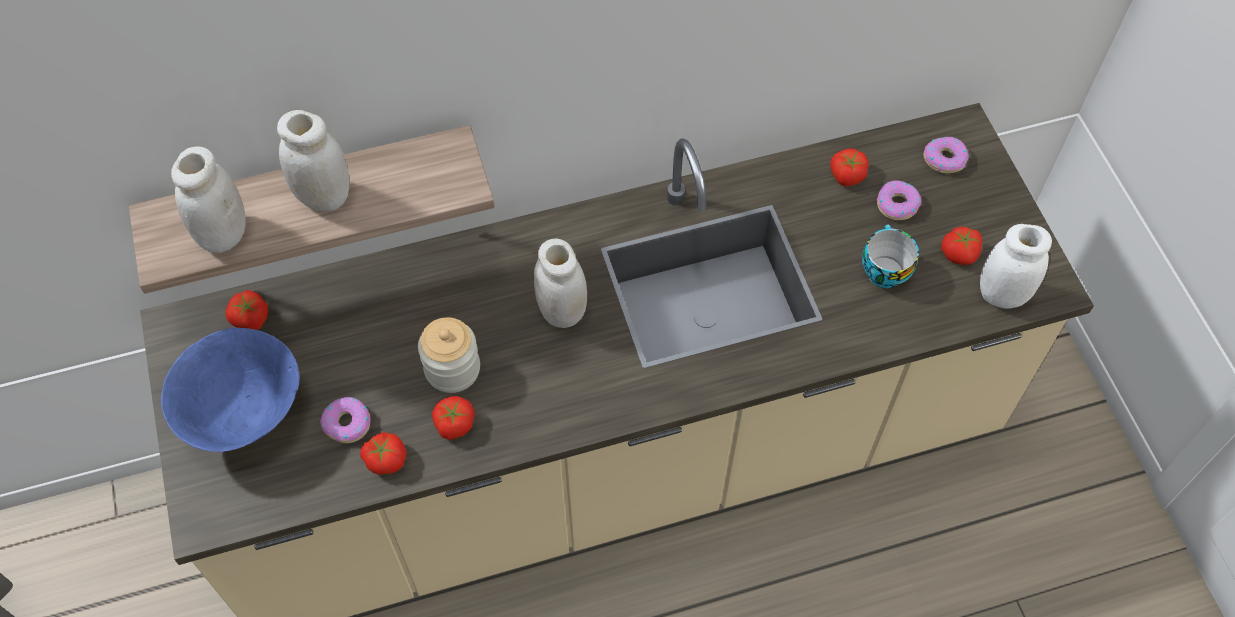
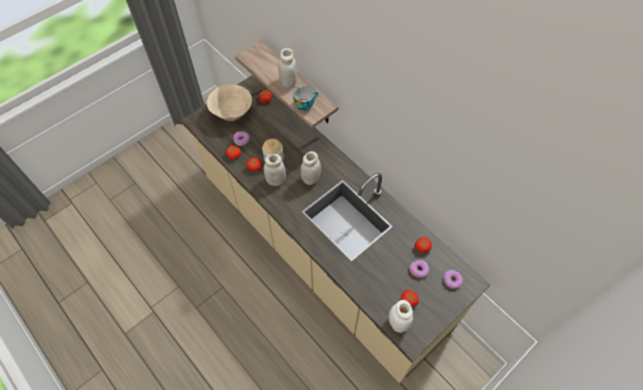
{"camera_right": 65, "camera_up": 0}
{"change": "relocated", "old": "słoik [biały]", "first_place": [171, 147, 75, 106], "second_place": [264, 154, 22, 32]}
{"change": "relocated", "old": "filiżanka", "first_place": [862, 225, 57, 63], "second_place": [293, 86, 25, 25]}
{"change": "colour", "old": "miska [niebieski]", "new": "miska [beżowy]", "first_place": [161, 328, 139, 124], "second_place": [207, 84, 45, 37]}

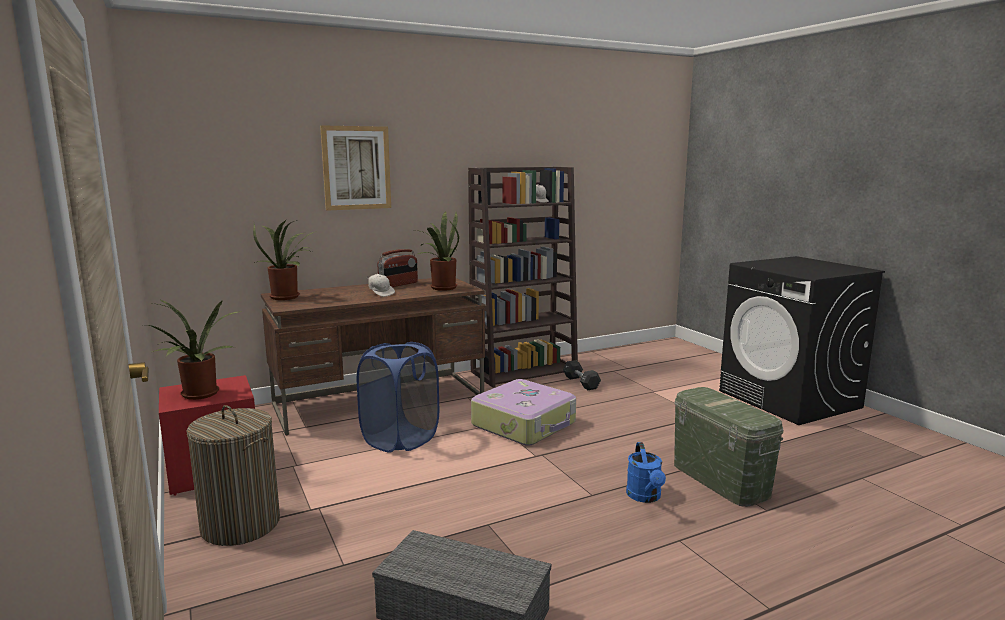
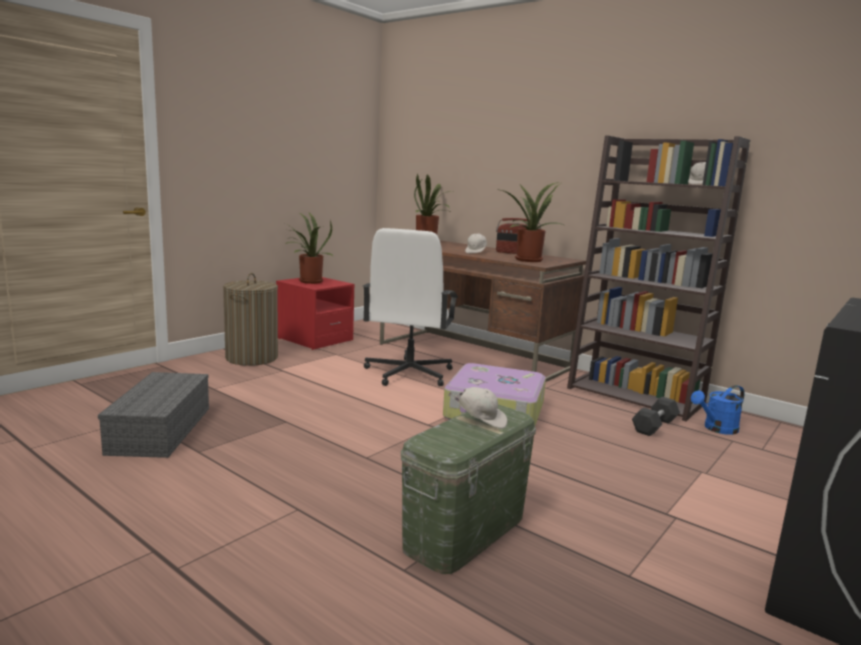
{"camera_right": 65, "camera_up": 0}
{"change": "missing", "old": "obraz", "first_place": [320, 125, 71, 86]}
{"change": "appeared", "new": "czapka z daszkiem [biały]", "second_place": [448, 387, 59, 42]}
{"change": "relocated", "old": "konewka [niebieski]", "first_place": [626, 442, 40, 61], "second_place": [691, 385, 53, 50]}
{"change": "exchanged", "old": "kosz na pranie [niebieski]", "new": "krzesło biurowe [biały]", "first_place": [357, 342, 82, 111], "second_place": [363, 228, 95, 158]}

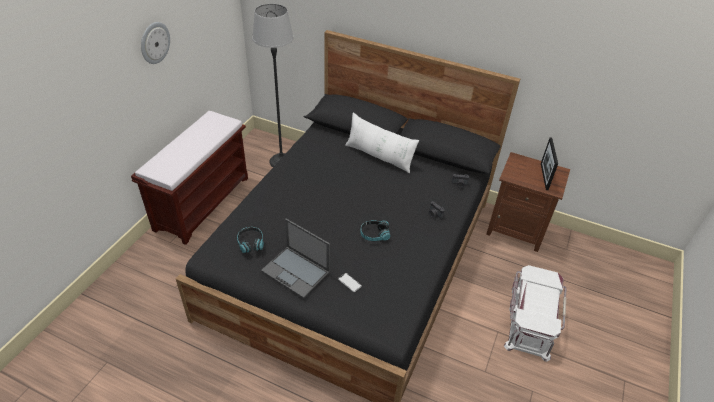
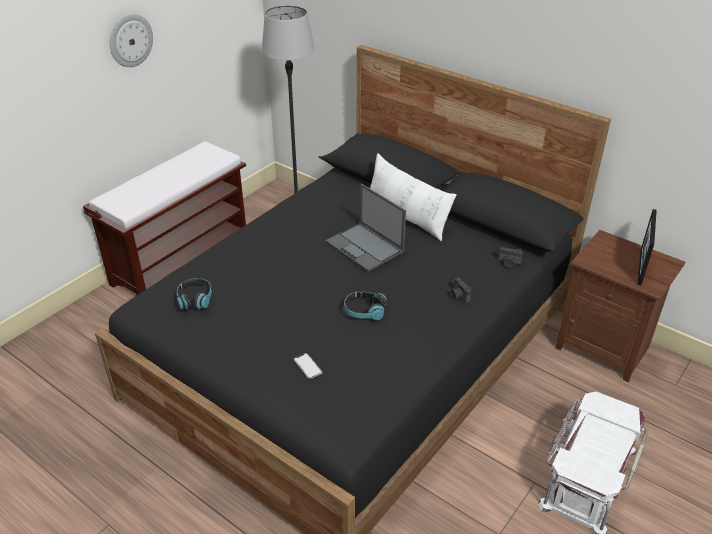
{"camera_right": 15, "camera_up": -5}
{"change": "relocated", "old": "laptop", "first_place": [261, 219, 69, 79], "second_place": [326, 183, 80, 89]}

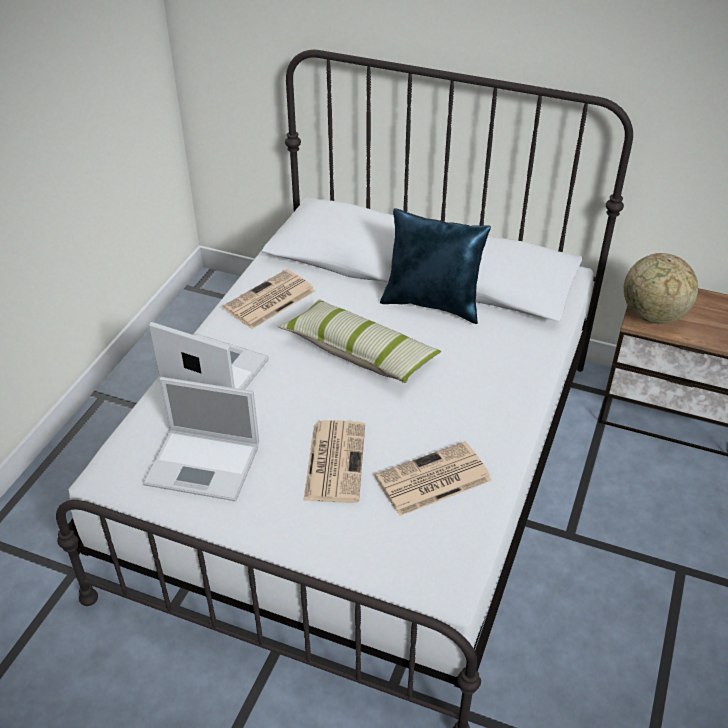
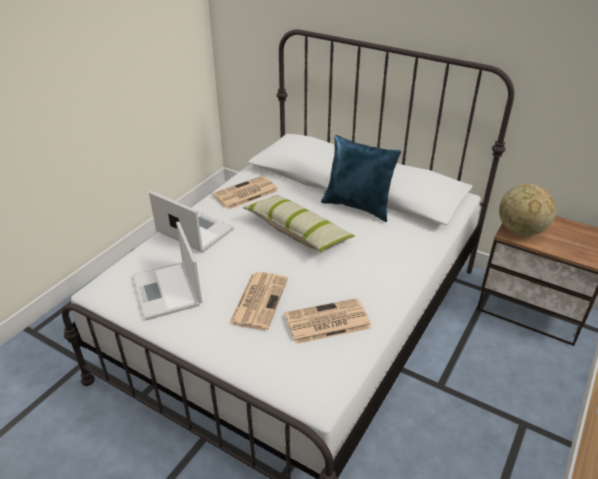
{"camera_right": 10, "camera_up": -5}
{"change": "spun", "old": "laptop", "first_place": [143, 377, 116, 124], "second_place": [133, 222, 69, 98], "degrees": 45}

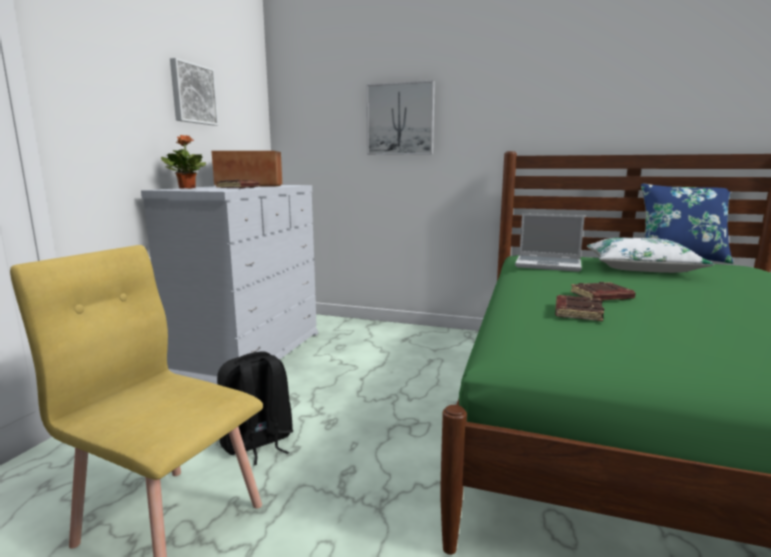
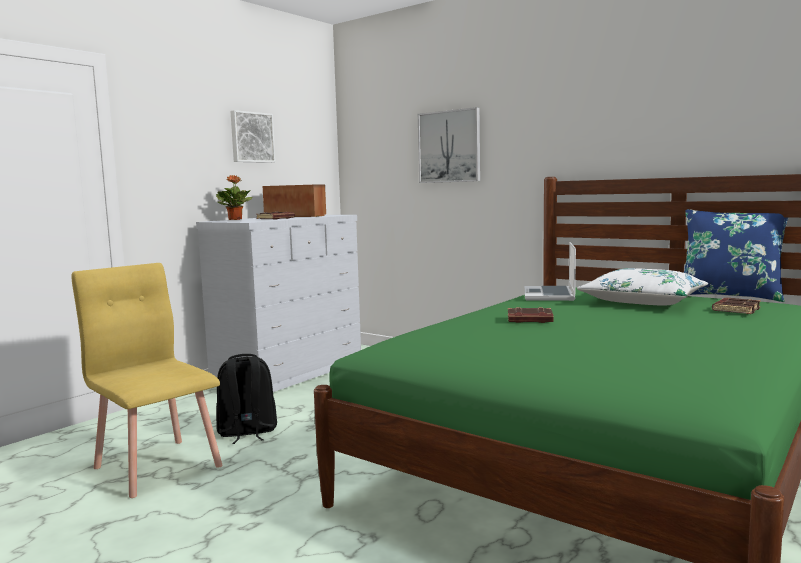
{"camera_right": 20, "camera_up": -5}
{"change": "relocated", "old": "książka [brązowy]", "first_place": [555, 295, 49, 26], "second_place": [712, 298, 49, 16]}
{"change": "spun", "old": "laptop", "first_place": [515, 213, 70, 59], "second_place": [525, 242, 51, 59], "degrees": 60}

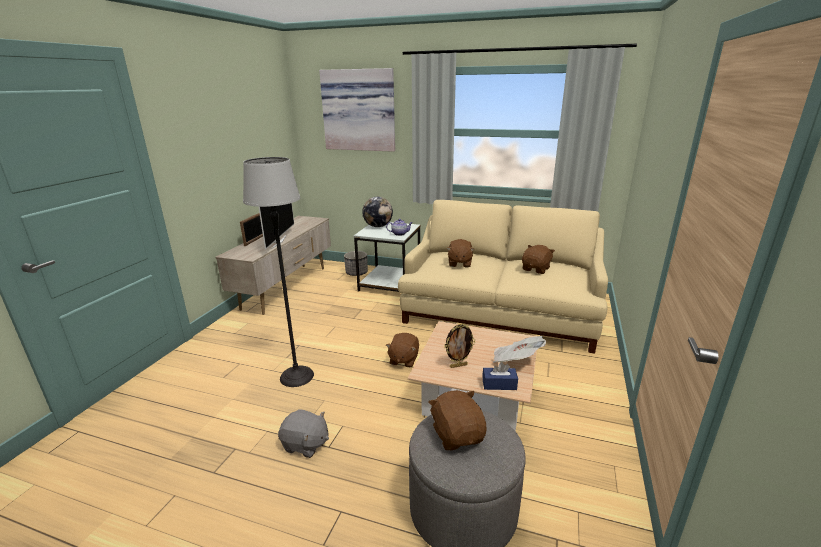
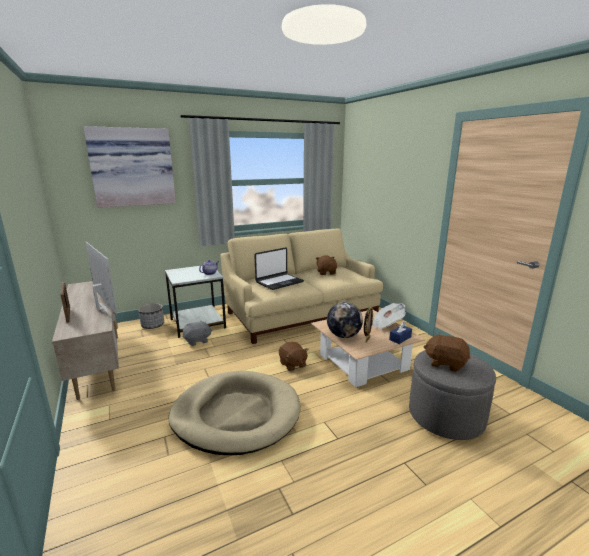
{"camera_right": -45, "camera_up": -5}
{"change": "relocated", "old": "pluszak [szary]", "first_place": [278, 409, 51, 49], "second_place": [182, 321, 30, 25]}
{"change": "relocated", "old": "globus", "first_place": [362, 197, 31, 30], "second_place": [327, 302, 36, 36]}
{"change": "exchanged", "old": "lampa stojąca", "new": "legowisko [beżowy]", "first_place": [243, 157, 71, 230], "second_place": [168, 371, 132, 84]}
{"change": "exchanged", "old": "pluszak [brązowy]", "new": "laptop", "first_place": [447, 239, 27, 29], "second_place": [254, 247, 50, 43]}

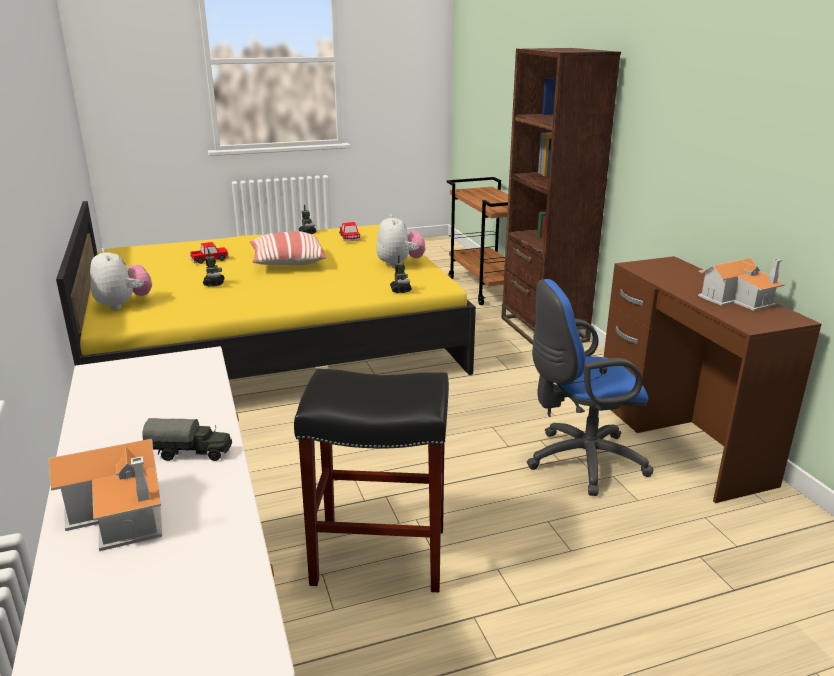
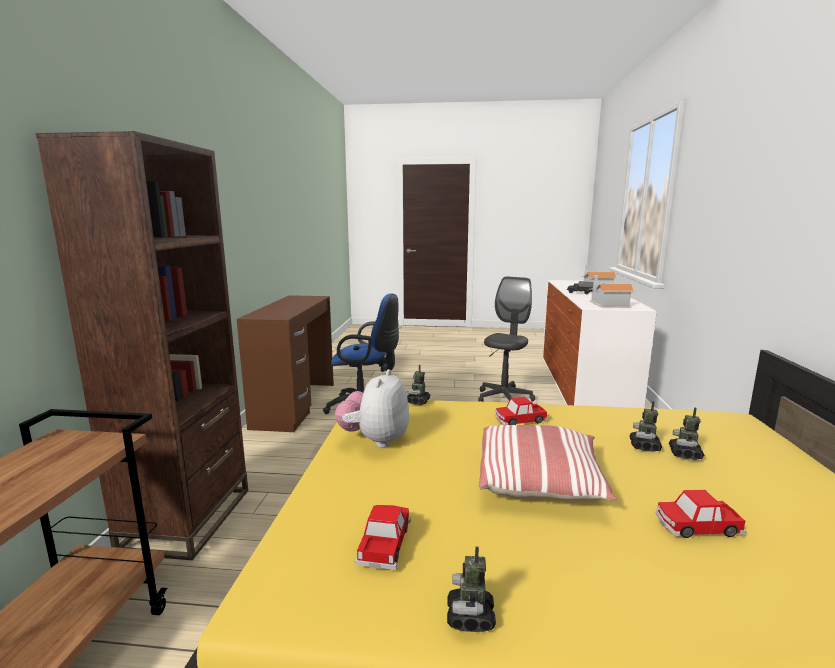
{"camera_right": -155, "camera_up": -10}
{"change": "missing", "old": "pluszak", "first_place": [90, 248, 62, 62]}
{"change": "appeared", "new": "samochodzik", "second_place": [495, 396, 53, 29]}
{"change": "appeared", "new": "robot zabawkowy", "second_place": [669, 408, 35, 52]}
{"change": "relocated", "old": "domek", "first_place": [698, 258, 87, 53], "second_place": [589, 275, 46, 33]}
{"change": "exchanged", "old": "stołek [czarny]", "new": "krzesło biurowe [szary]", "first_place": [294, 369, 155, 224], "second_place": [479, 276, 56, 126]}

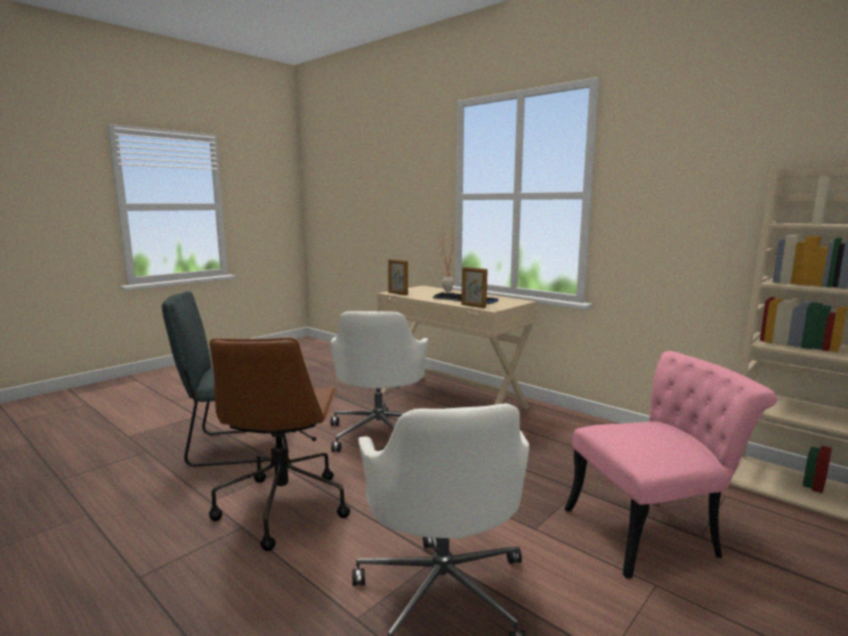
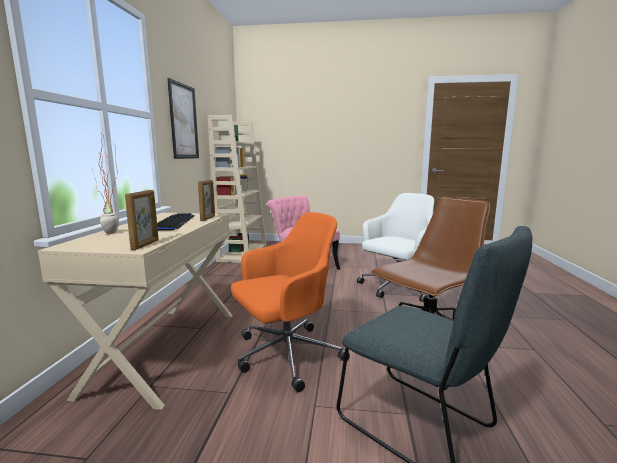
{"camera_right": -125, "camera_up": 0}
{"change": "appeared", "new": "obraz", "second_place": [168, 78, 31, 81]}
{"change": "colour", "old": "krzesło biurowe [biały]", "new": "krzesło biurowe [pomarańczowy]", "first_place": [330, 311, 99, 141], "second_place": [231, 212, 119, 180]}

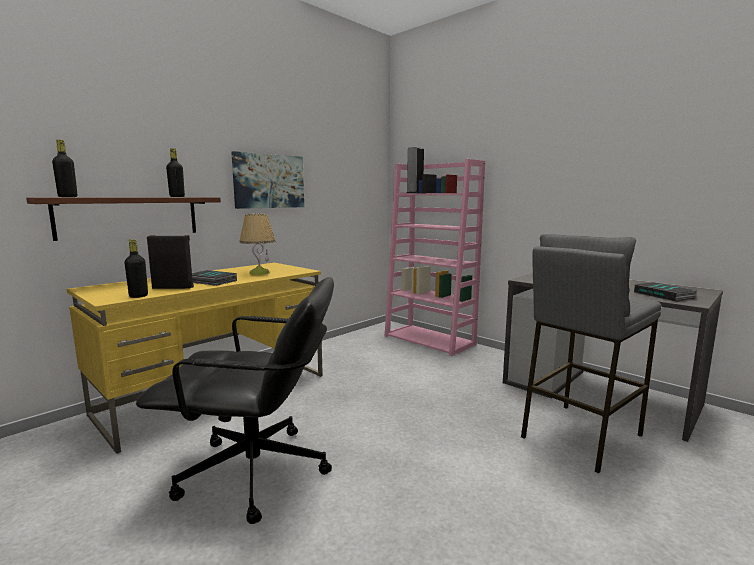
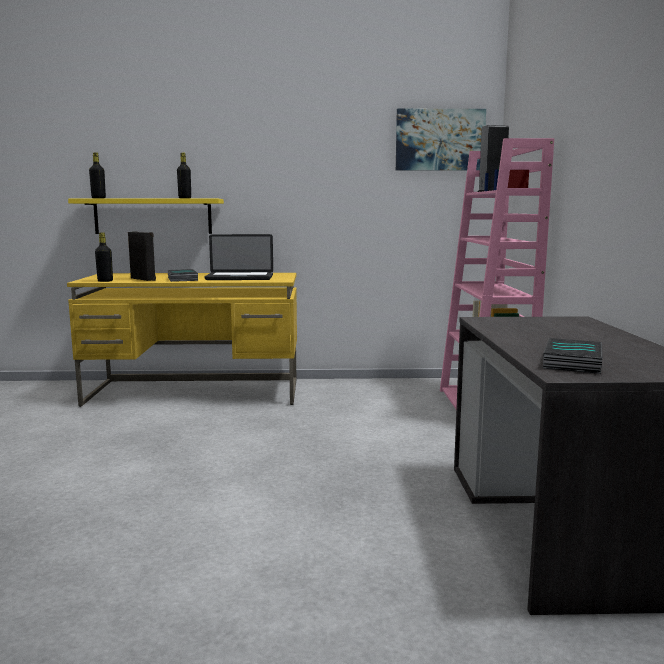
{"camera_right": 45, "camera_up": 0}
{"change": "missing", "old": "krzesło biurowe [czarny]", "first_place": [136, 277, 198, 247]}
{"change": "missing", "old": "stołek [szary]", "first_place": [521, 234, 140, 240]}
{"change": "relocated", "old": "obraz", "first_place": [231, 151, 73, 58], "second_place": [396, 109, 90, 62]}
{"change": "exchanged", "old": "lampa stołowa", "new": "laptop", "first_place": [239, 214, 37, 61], "second_place": [204, 234, 69, 46]}
{"change": "colour", "old": "półka [brązowy]", "new": "półka [żółty]", "first_place": [26, 197, 195, 44], "second_place": [68, 199, 156, 35]}

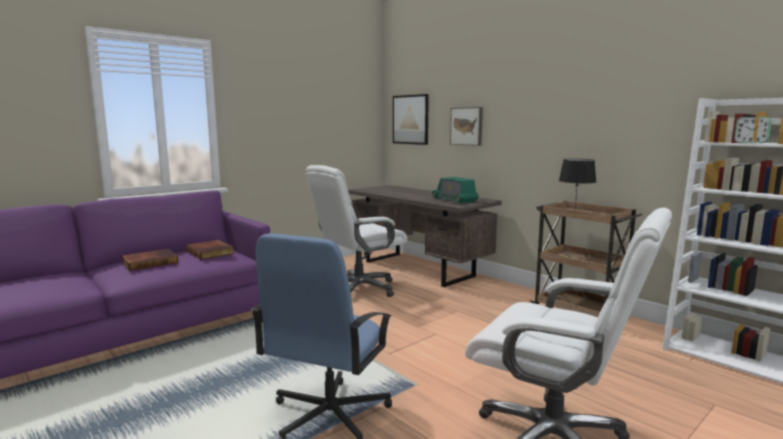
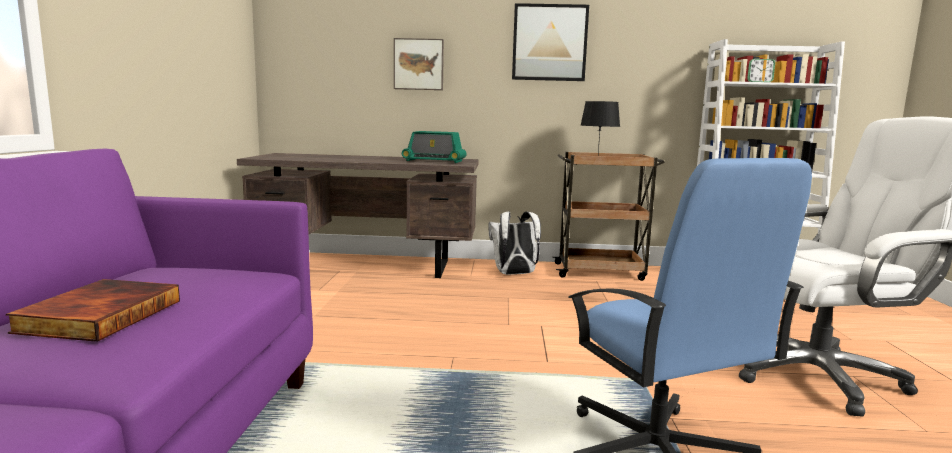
{"camera_right": -45, "camera_up": 0}
{"change": "missing", "old": "książka", "first_place": [186, 240, 49, 20]}
{"change": "missing", "old": "krzesło biurowe [biały]", "first_place": [306, 165, 101, 132]}
{"change": "appeared", "new": "plecak [biały]", "second_place": [488, 212, 53, 63]}
{"change": "relocated", "old": "obraz", "first_place": [393, 94, 36, 51], "second_place": [512, 3, 77, 78]}

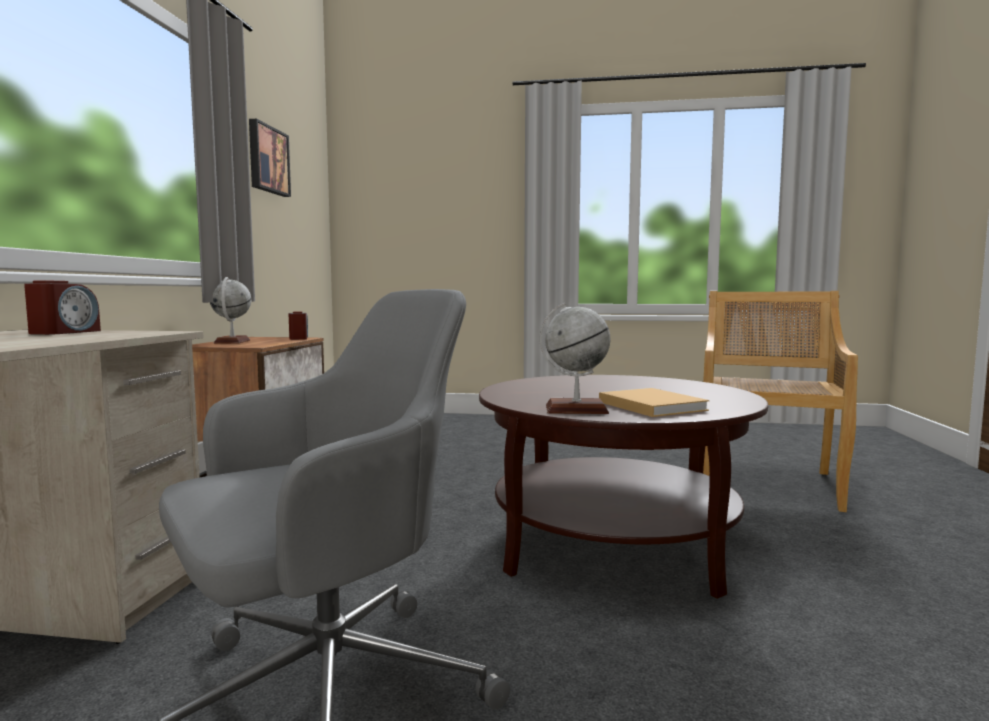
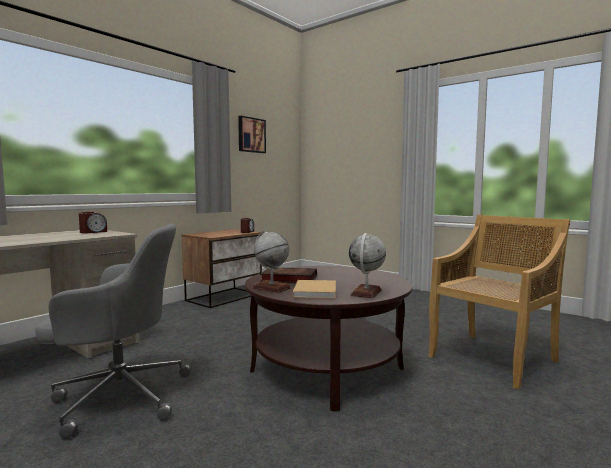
{"camera_right": 30, "camera_up": 0}
{"change": "appeared", "new": "książka", "second_place": [260, 267, 57, 16]}
{"change": "relocated", "old": "globus", "first_place": [210, 277, 41, 67], "second_place": [349, 233, 37, 65]}

